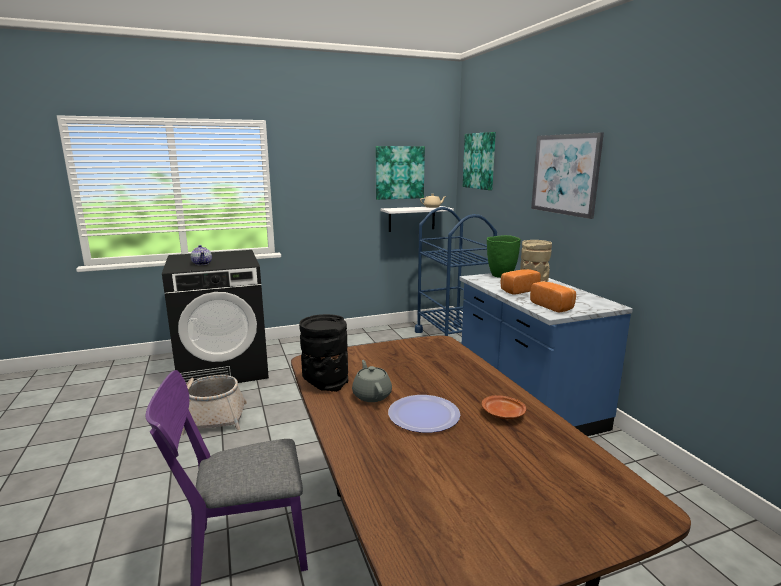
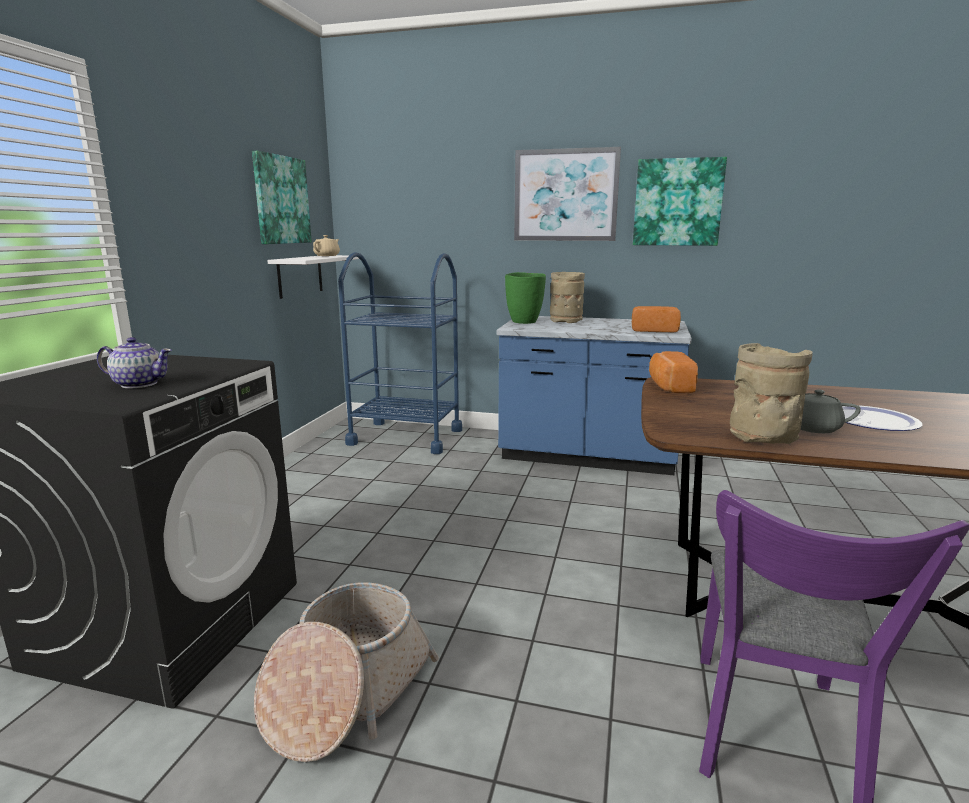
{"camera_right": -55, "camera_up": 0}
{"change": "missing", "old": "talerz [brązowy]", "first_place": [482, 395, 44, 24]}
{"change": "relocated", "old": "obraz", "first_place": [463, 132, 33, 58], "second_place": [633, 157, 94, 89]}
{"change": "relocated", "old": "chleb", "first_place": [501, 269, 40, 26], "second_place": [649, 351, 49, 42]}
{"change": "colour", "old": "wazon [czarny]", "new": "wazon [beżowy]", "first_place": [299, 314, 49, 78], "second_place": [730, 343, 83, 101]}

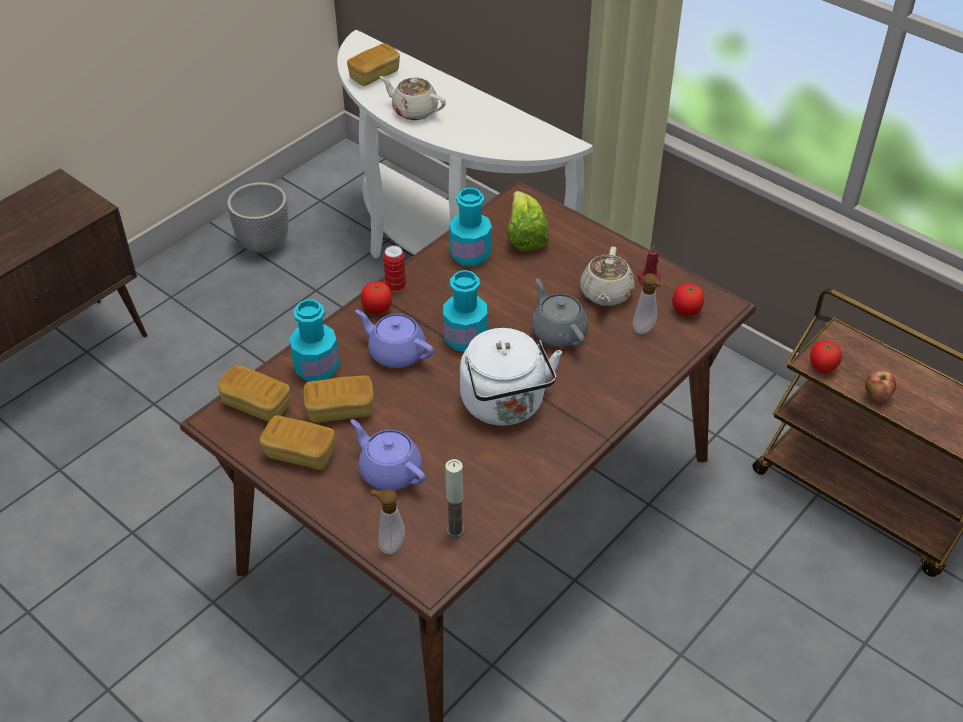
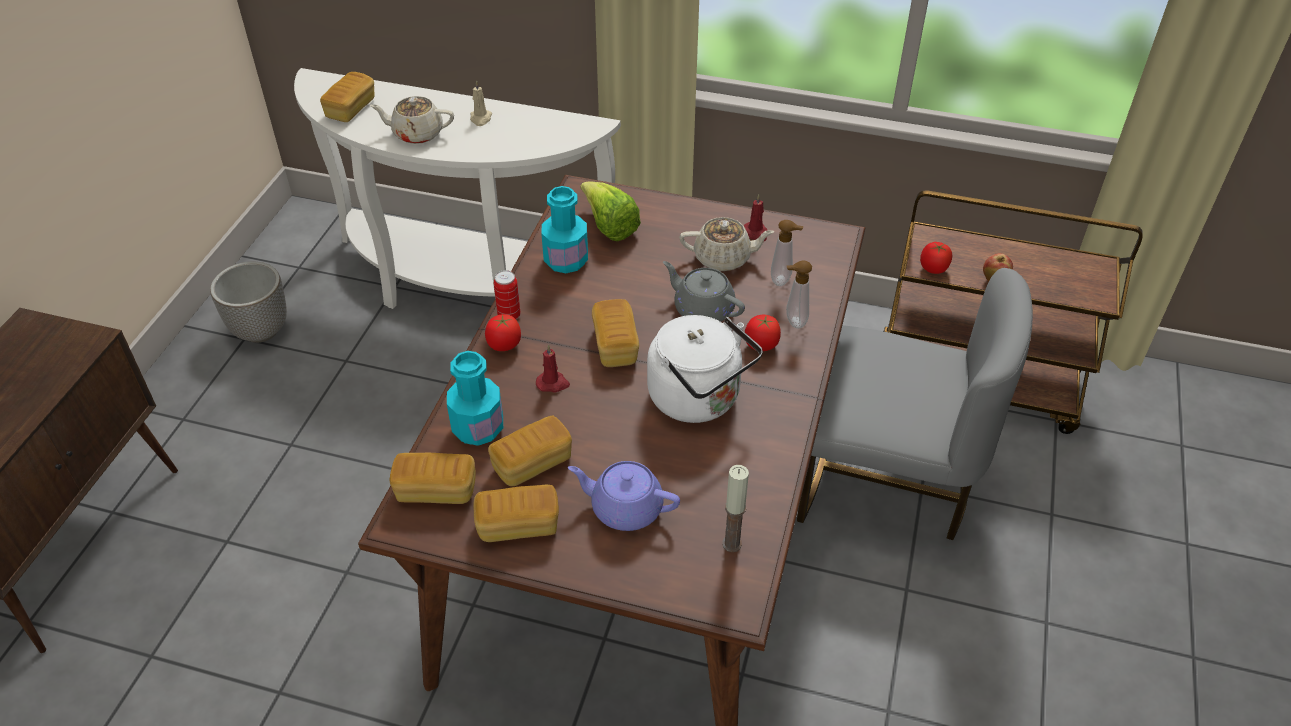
{"camera_right": -25, "camera_up": 0}
{"change": "appeared", "new": "świeca [beżowy]", "second_place": [470, 80, 22, 46]}
{"change": "appeared", "new": "krzesło [szary]", "second_place": [797, 268, 236, 272]}
{"change": "relocated", "old": "dozownik mydła", "first_place": [371, 489, 34, 65], "second_place": [786, 260, 26, 69]}
{"change": "relocated", "old": "pomidor", "first_place": [672, 283, 32, 33], "second_place": [745, 315, 36, 36]}
{"change": "exchanged", "old": "imbryk [fioletowy]", "new": "świeca [czerwony]", "first_place": [355, 310, 79, 58], "second_place": [536, 344, 34, 48]}
{"change": "exchanged", "old": "butelka [turkusowy]", "new": "chleb", "first_place": [443, 270, 44, 82], "second_place": [592, 299, 47, 68]}
{"change": "spun", "old": "imbryk [beżowy]", "first_place": [580, 246, 55, 60], "second_place": [679, 217, 95, 54], "degrees": -75}

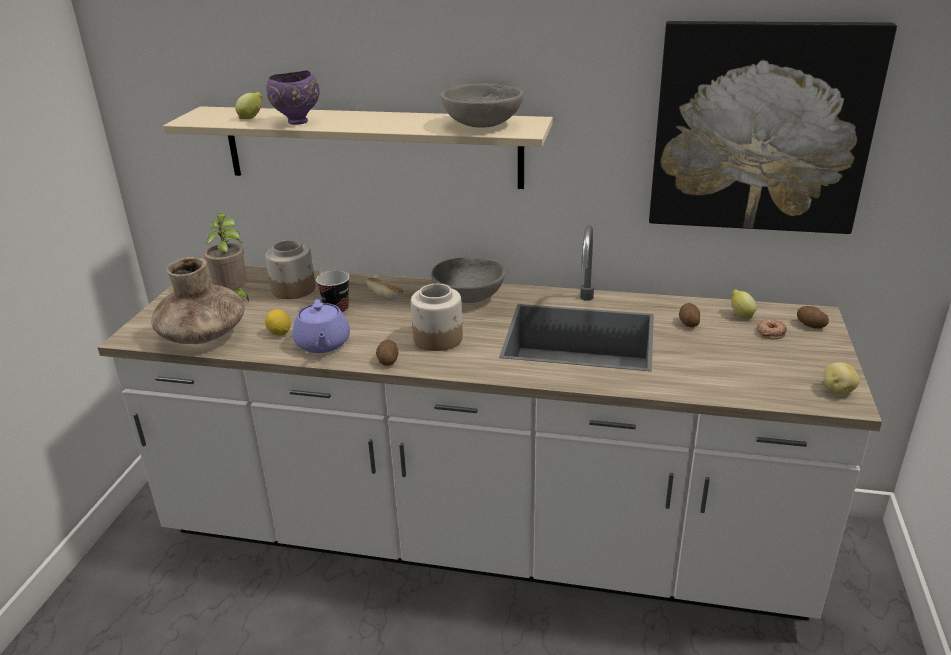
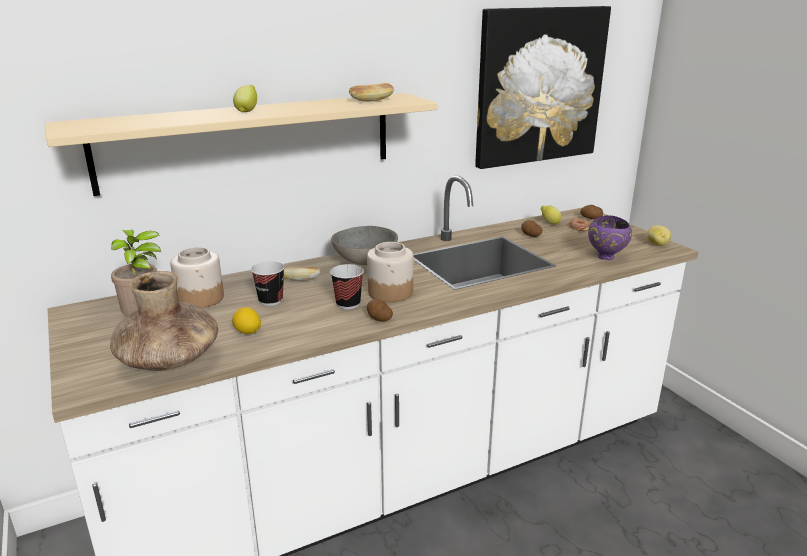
{"camera_right": -40, "camera_up": -5}
{"change": "missing", "old": "imbryk [fioletowy]", "first_place": [292, 299, 58, 54]}
{"change": "appeared", "new": "filiżanka", "second_place": [330, 264, 34, 45]}
{"change": "relocated", "old": "cytryna", "first_place": [235, 92, 28, 27], "second_place": [233, 85, 24, 27]}
{"change": "relocated", "old": "miska [fioletowy]", "first_place": [267, 70, 53, 55], "second_place": [588, 215, 44, 45]}
{"change": "exchanged", "old": "miska [szary]", "new": "chleb", "first_place": [441, 83, 82, 45], "second_place": [349, 83, 45, 18]}

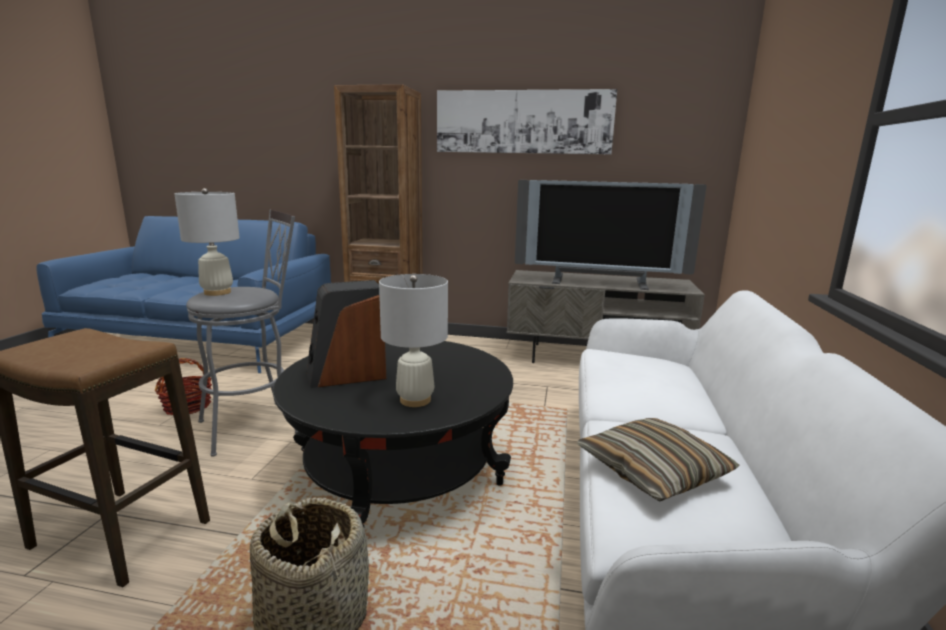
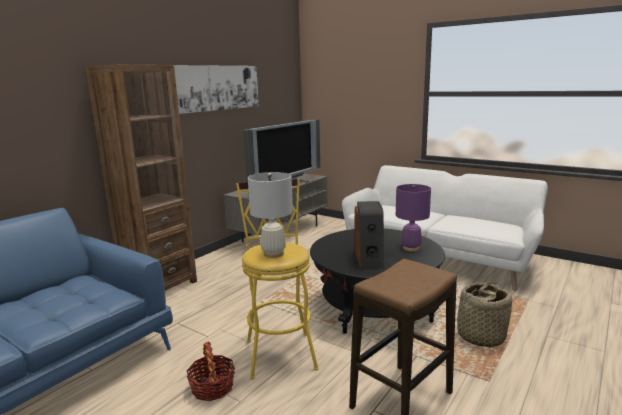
{"camera_right": -65, "camera_up": 0}
{"change": "missing", "old": "poduszka", "first_place": [577, 418, 163, 84]}
{"change": "colour", "old": "stołek [szary]", "new": "stołek [żółty]", "first_place": [186, 210, 112, 247], "second_place": [236, 179, 83, 201]}
{"change": "colour", "old": "lampa stołowa [biały]", "new": "lampa stołowa [fioletowy]", "first_place": [379, 274, 69, 133], "second_place": [396, 184, 35, 67]}

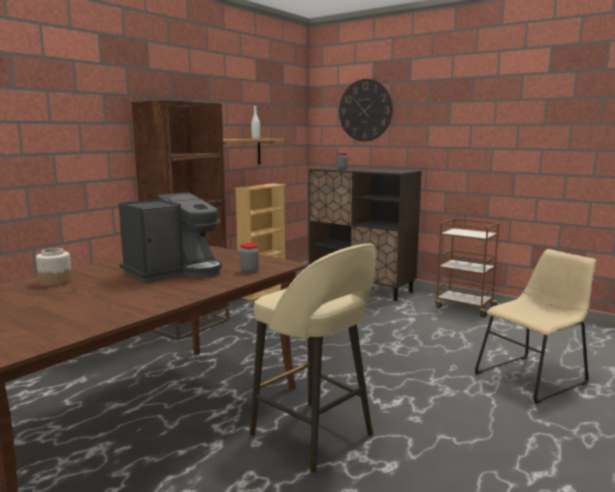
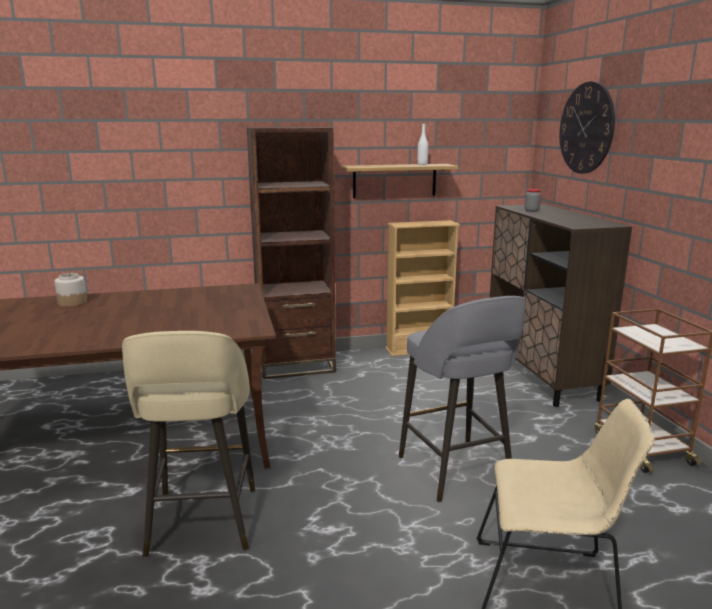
{"camera_right": 40, "camera_up": 5}
{"change": "missing", "old": "ekspres do kawy", "first_place": [119, 192, 103, 91]}
{"change": "missing", "old": "słoik", "first_place": [240, 243, 19, 30]}
{"change": "appeared", "new": "stołek [szary]", "second_place": [399, 296, 127, 206]}

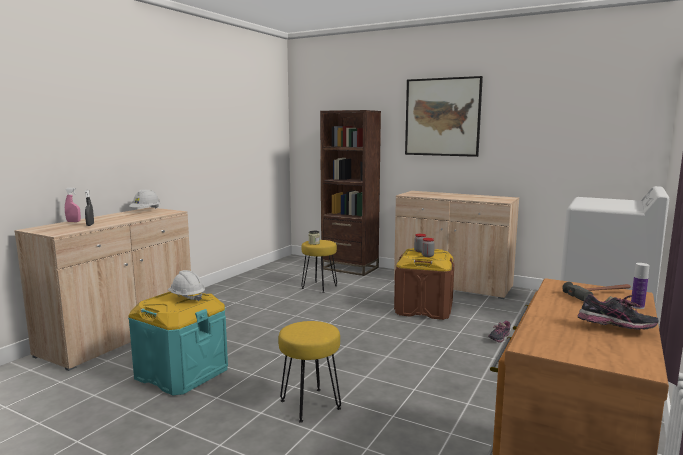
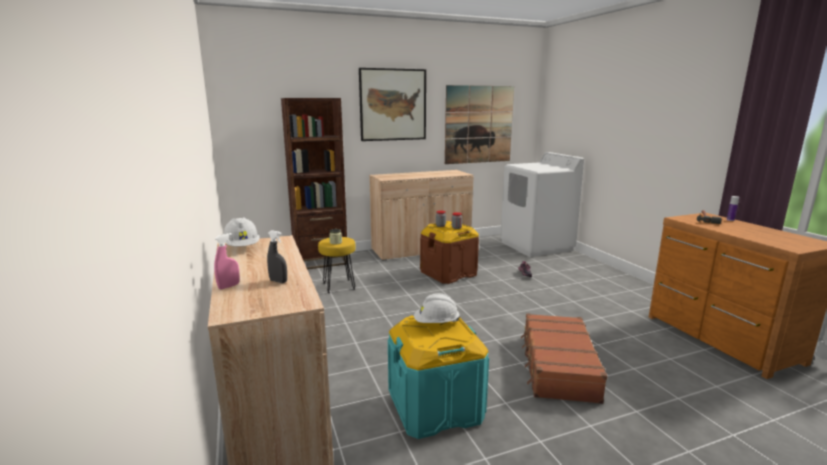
{"camera_right": -50, "camera_up": 5}
{"change": "missing", "old": "but", "first_place": [578, 294, 81, 36]}
{"change": "appeared", "new": "obraz", "second_place": [445, 85, 69, 79]}
{"change": "exchanged", "old": "stołek [żółty]", "new": "walizka [brązowy]", "first_place": [278, 321, 63, 102], "second_place": [521, 313, 86, 91]}

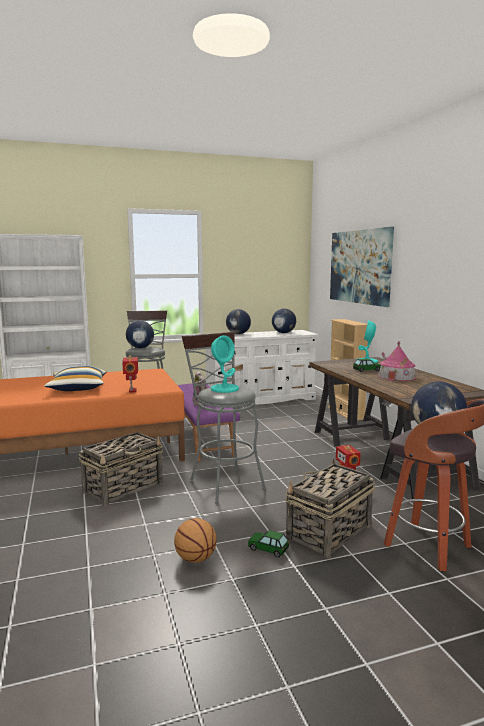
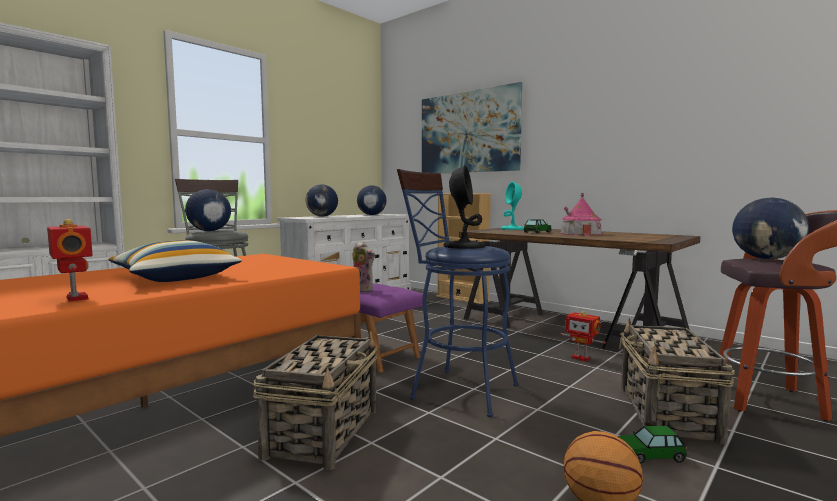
{"camera_right": -30, "camera_up": -5}
{"change": "relocated", "old": "robot zabawkowy", "first_place": [122, 355, 16, 38], "second_place": [47, 219, 46, 83]}
{"change": "colour", "old": "stołek [szary]", "new": "stołek [niebieski]", "first_place": [182, 332, 84, 172], "second_place": [397, 169, 122, 248]}
{"change": "colour", "old": "lampa stołowa [turkusowy]", "new": "lampa stołowa [czarny]", "first_place": [211, 335, 28, 58], "second_place": [444, 165, 41, 84]}

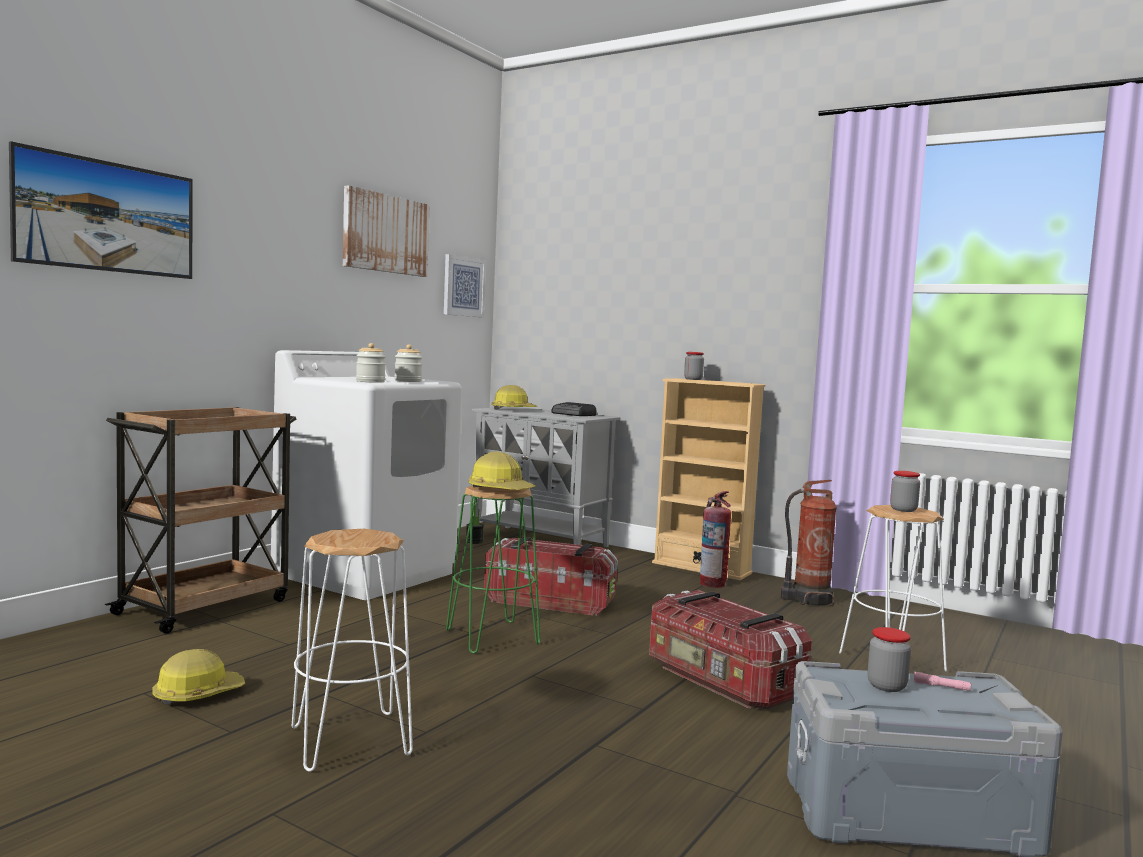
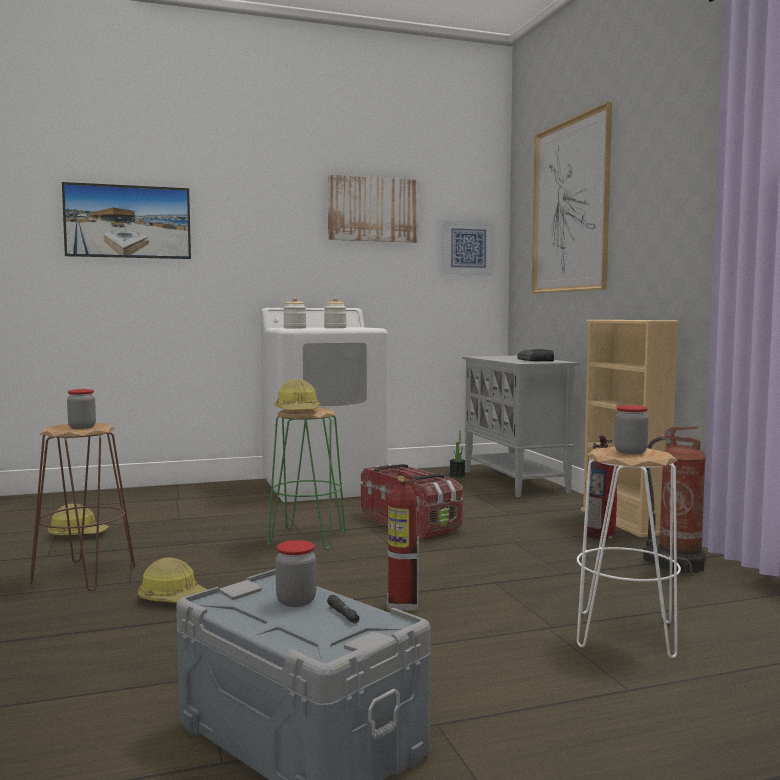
{"camera_right": 40, "camera_up": 0}
{"change": "missing", "old": "wózek [brązowy]", "first_place": [105, 407, 191, 227]}
{"change": "appeared", "new": "obraz", "second_place": [532, 102, 80, 191]}
{"change": "relocated", "old": "kask", "first_place": [491, 385, 46, 25], "second_place": [138, 558, 69, 45]}
{"change": "relocated", "old": "słoik", "first_place": [684, 352, 20, 28], "second_place": [67, 389, 29, 40]}
{"change": "exchanged", "old": "pojemnik do przechowywania", "new": "gaśnica", "first_place": [649, 590, 163, 120], "second_place": [387, 470, 31, 141]}
{"change": "colour", "old": "stołek [biały]", "new": "stołek [brązowy]", "first_place": [291, 529, 122, 243], "second_place": [30, 423, 105, 168]}
{"change": "colour", "old": "latarka [różowy]", "new": "latarka [czarny]", "first_place": [914, 672, 57, 19], "second_place": [327, 595, 32, 29]}

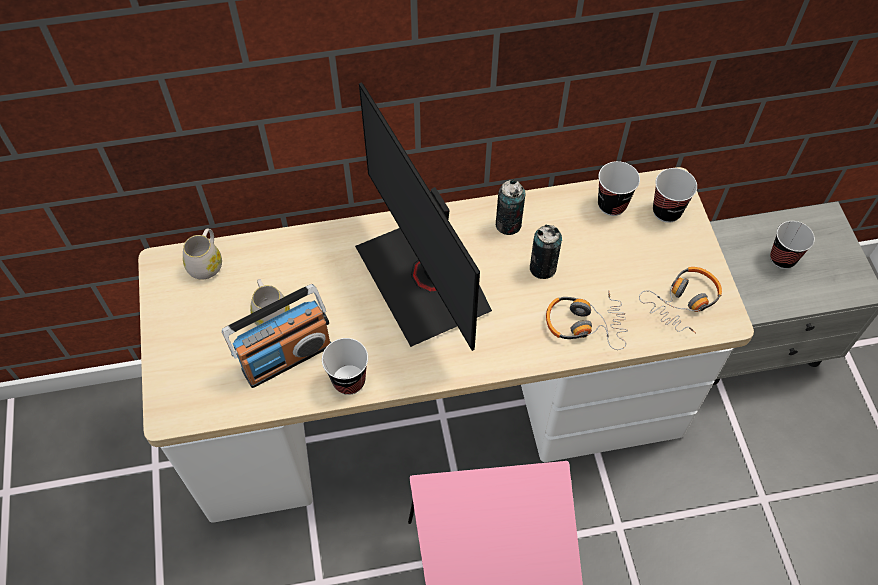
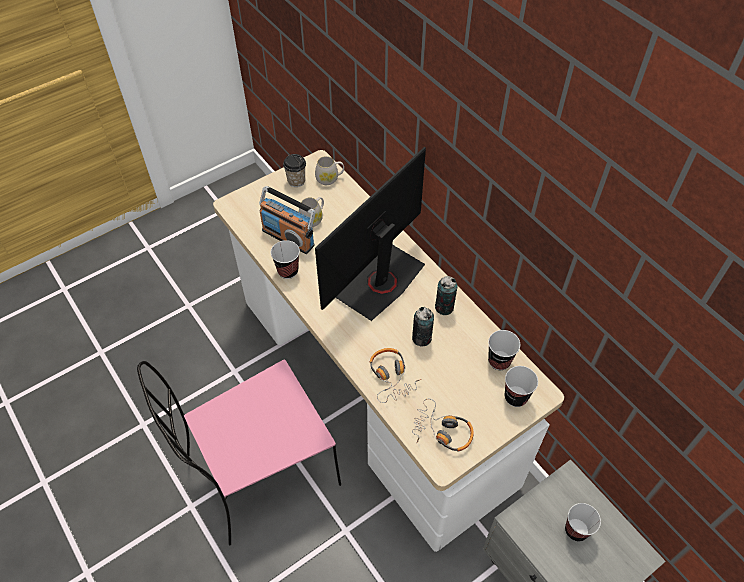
{"camera_right": 65, "camera_up": -5}
{"change": "appeared", "new": "filiżanka", "second_place": [283, 154, 23, 33]}

